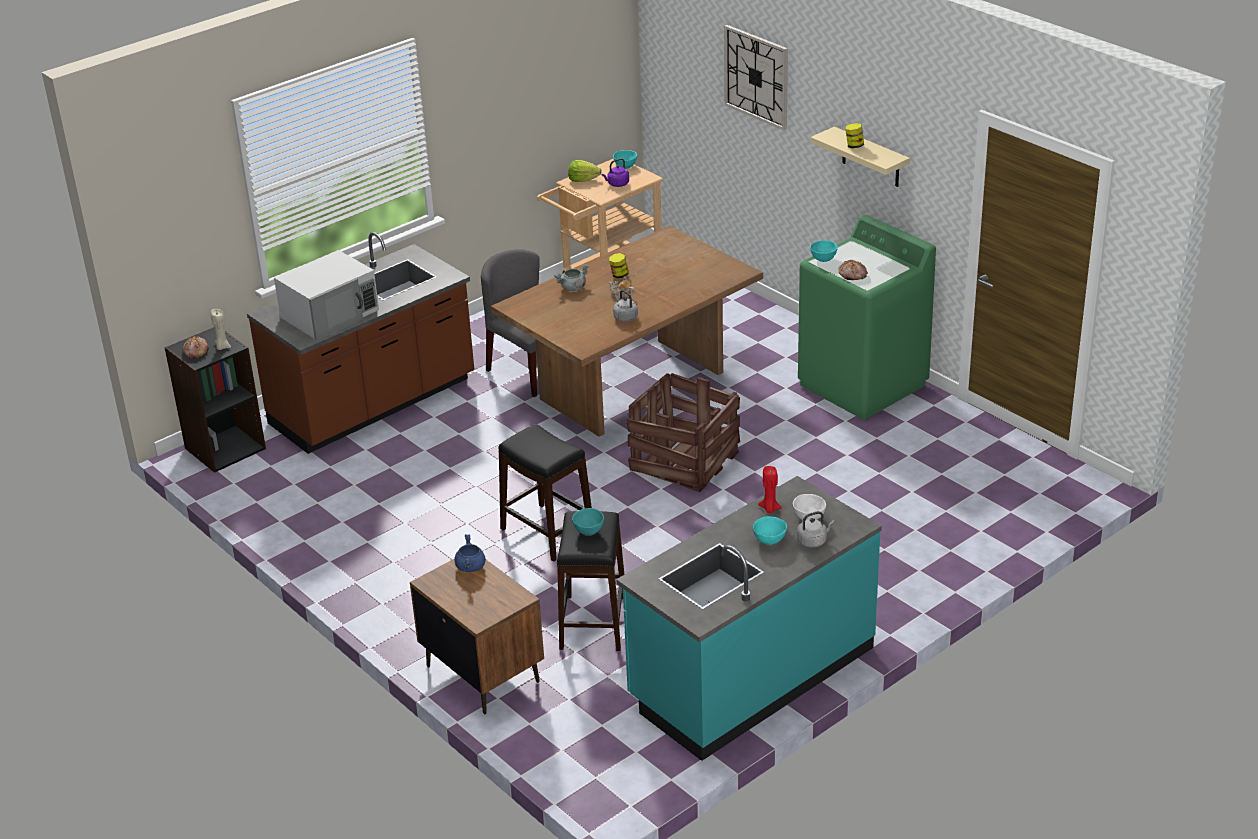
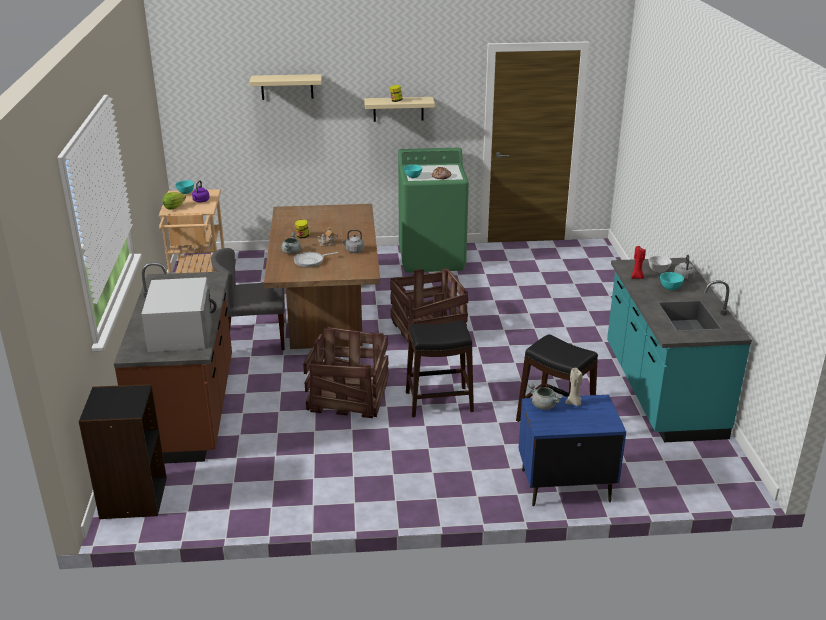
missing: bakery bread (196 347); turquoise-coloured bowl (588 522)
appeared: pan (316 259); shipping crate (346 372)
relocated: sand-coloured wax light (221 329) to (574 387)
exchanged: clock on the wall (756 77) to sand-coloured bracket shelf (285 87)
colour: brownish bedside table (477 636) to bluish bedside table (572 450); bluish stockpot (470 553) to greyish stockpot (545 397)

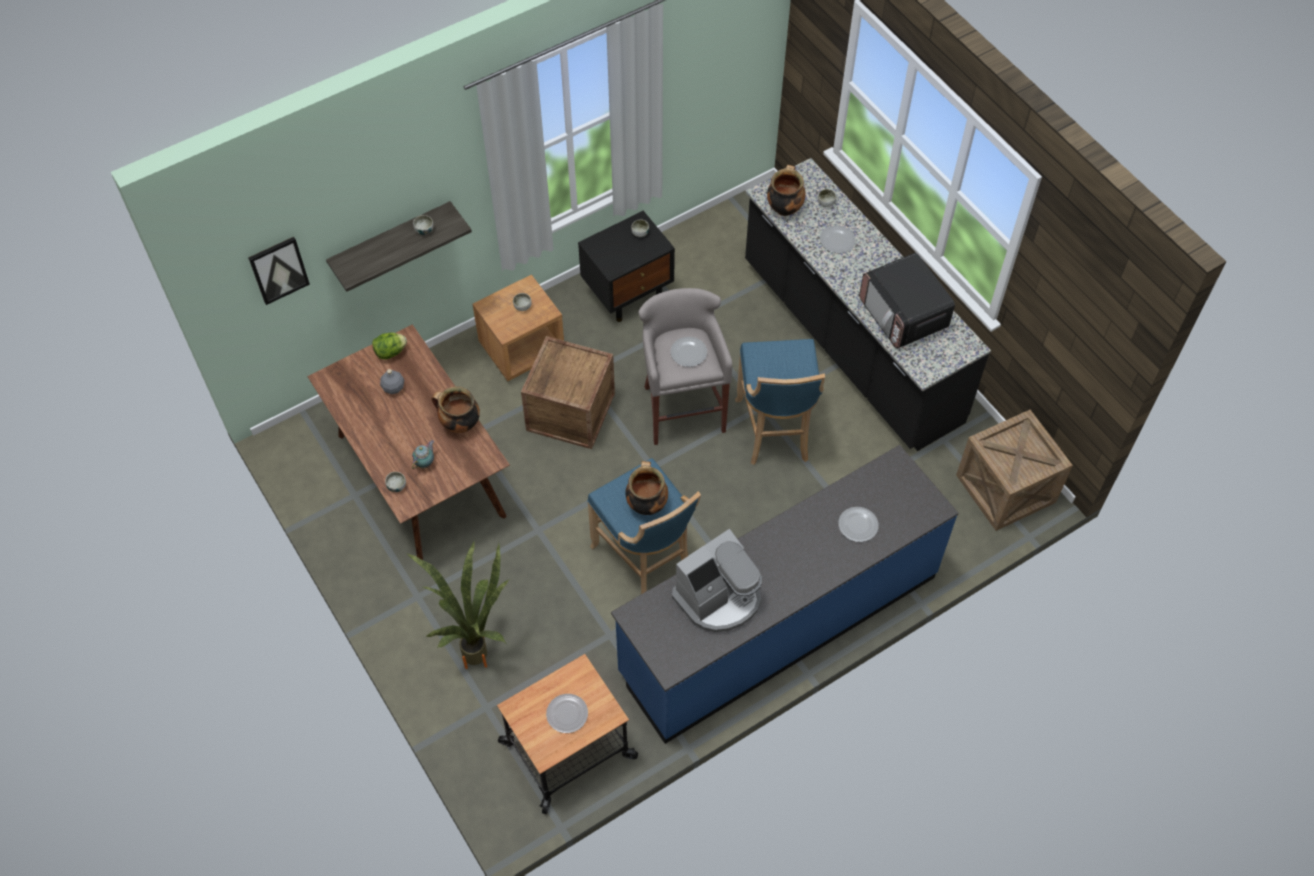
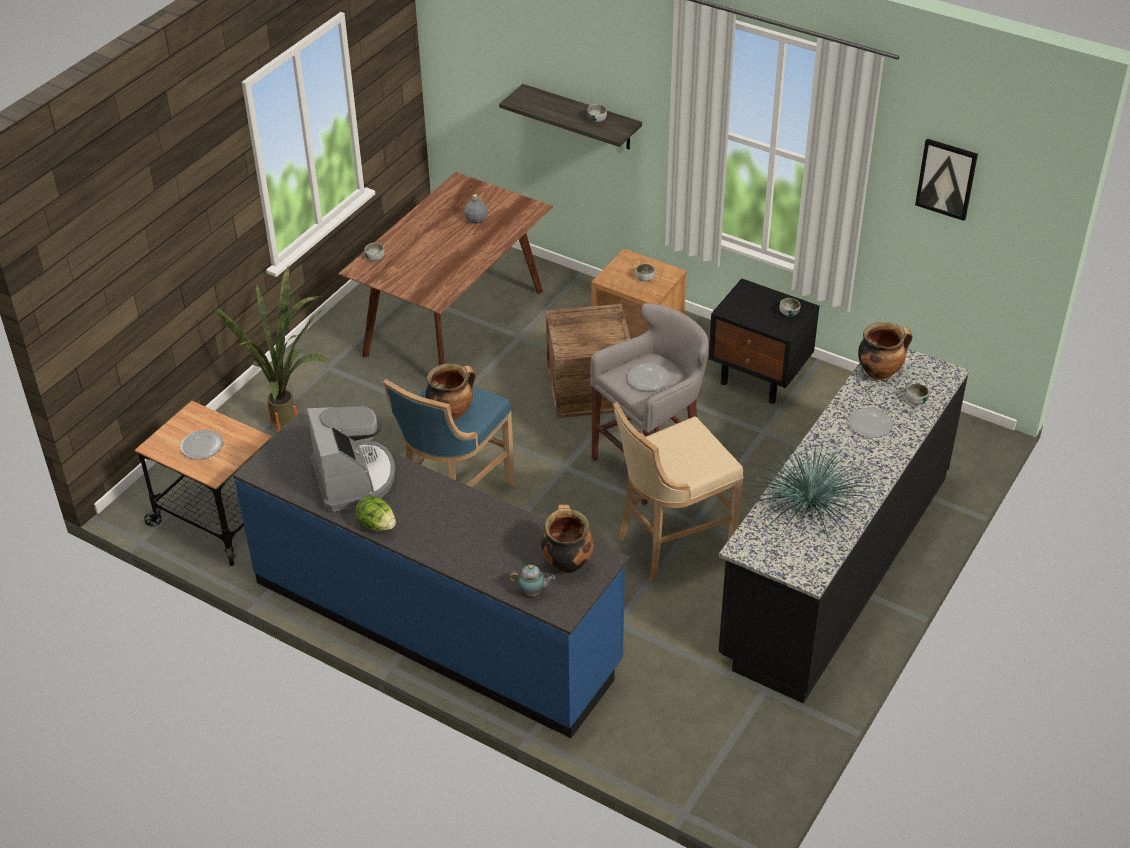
missing: flat dish (858 524); shipping crate (1014 470)
relocated: picture (279 271) to (946 180); lettuce (389 345) to (375 513); teapot (423 454) to (532 580); stockpot (456 409) to (567 538)
exchanged: microwave (907 300) to plant in a pot (811 492)
colour: bluish sitting stool (780 402) to sand-coloured sitting stool (678 491)
spun: coffee machine (717 580) = (351 459) 135 degrees counterclockwise

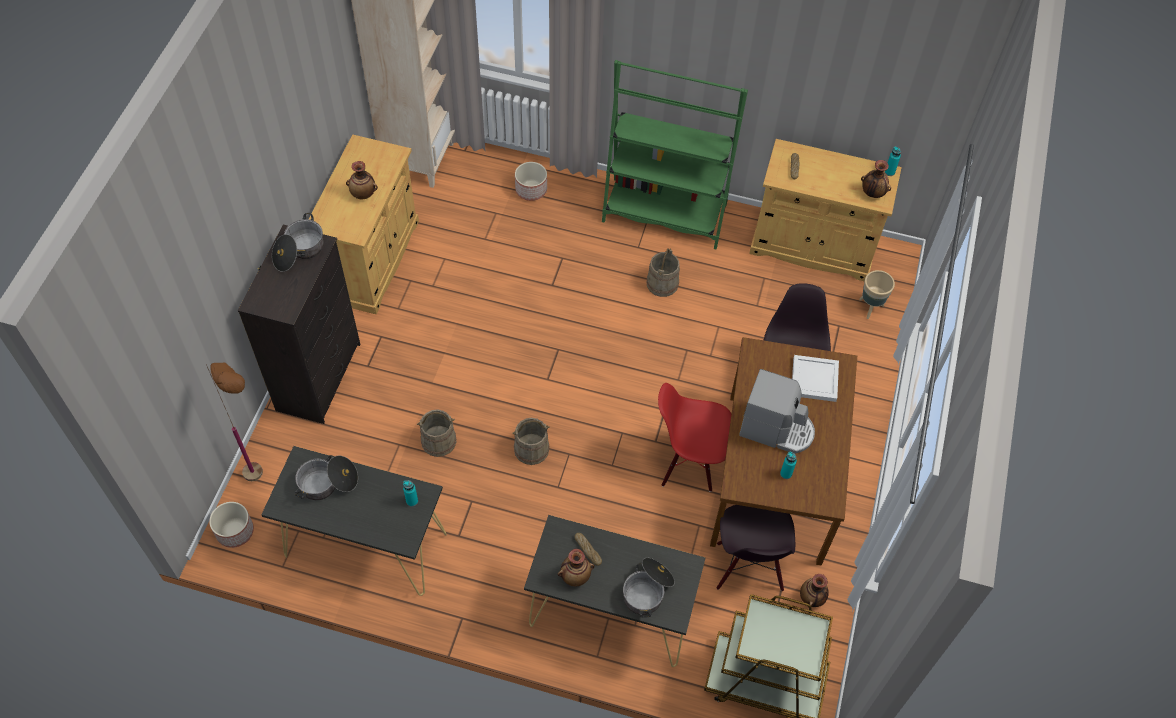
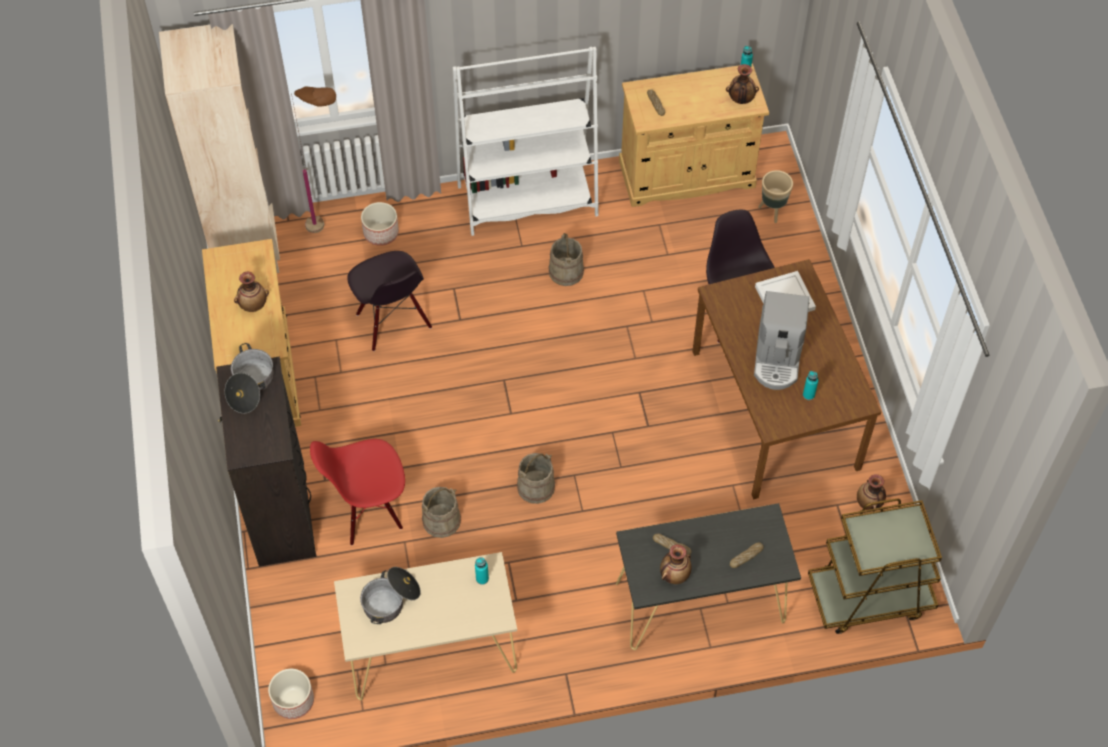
relocated: brownish standard lamp (235 421) to (313 159); red-coloured chair (694 437) to (357 492); black chair (755 548) to (389 301)
exchanged: stockpot (649 588) to bakery bread (747 555)
colour: black narrow table (354 521) to sand-coloured narrow table (425 626); greenish shelving unit (675 154) to white shelving unit (526 141)
spun: coffee machine (777 411) = (781 340) 105 degrees clockwise

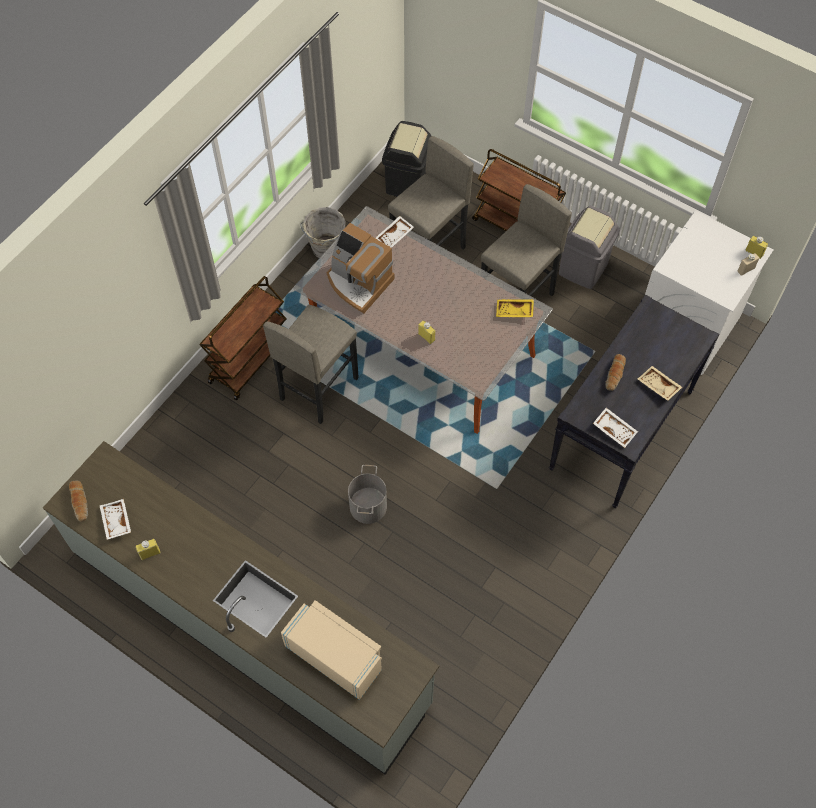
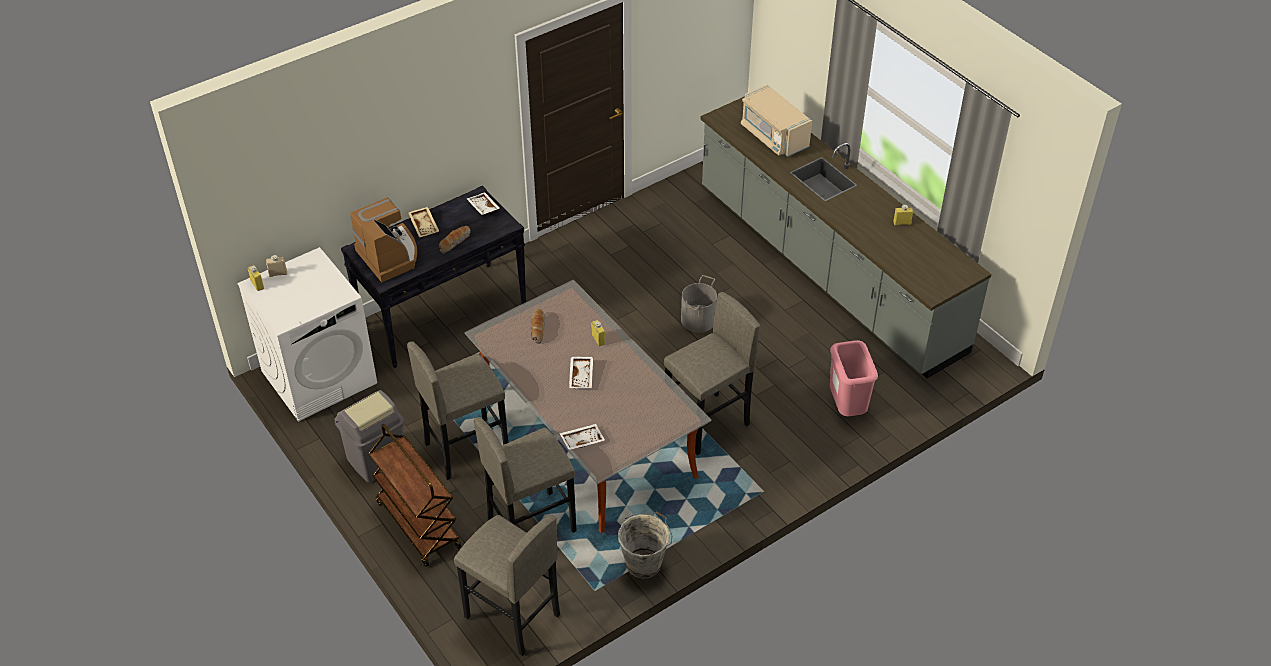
missing: brownish trolley (243 338); yellow serving tray (515 308)
appeared: pinkish waste bin (854 378)
relocated: bakery bread (78 501) to (538 326); white serving tray (115 519) to (581 373); coffee machine (361 268) to (383 240)
exchanged: black waste bin (406 159) to greyish sitting stool (507 585)

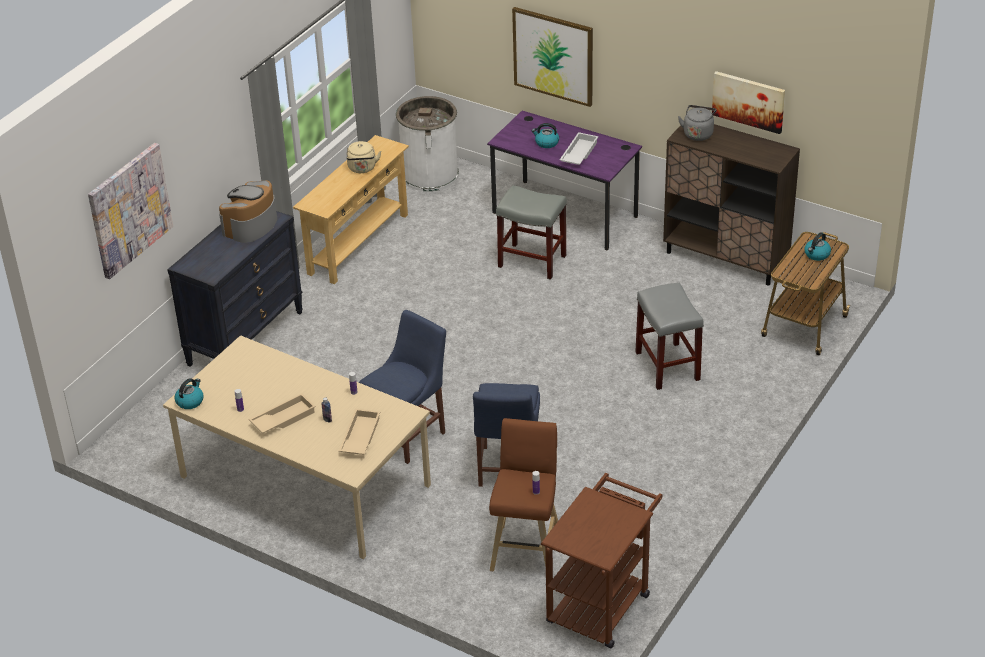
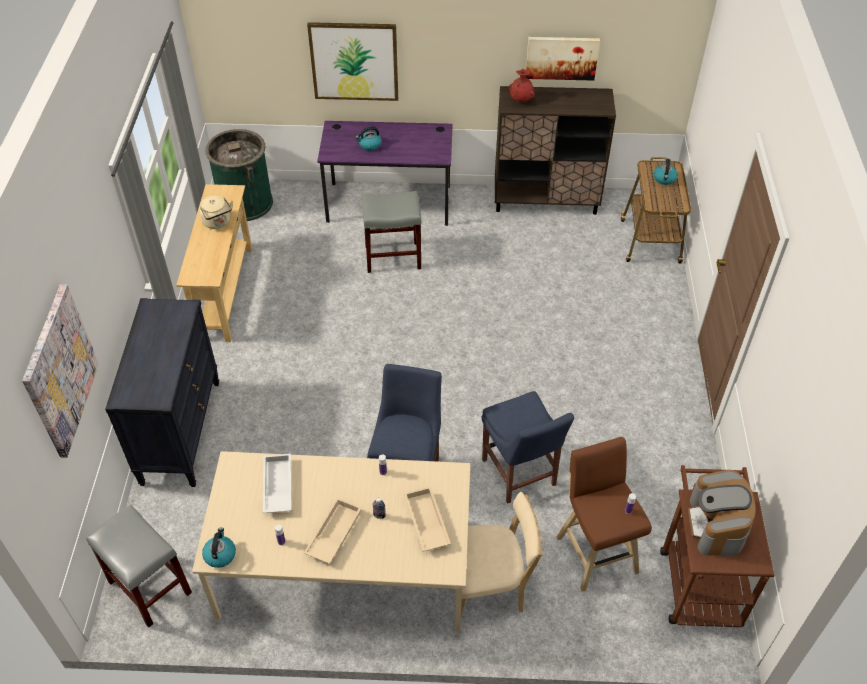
appeared: sand-coloured chair (499 554)
relocated: coffee machine (248 211) to (722 513); white serving tray (579 148) to (277 483); greyish sitting stool (669 336) to (139 566)
exchanged: greyish water kettle (697 123) to red-coloured decorative vase (522 85)
colour: white waste bin (427 143) to greenish waste bin (239 175)

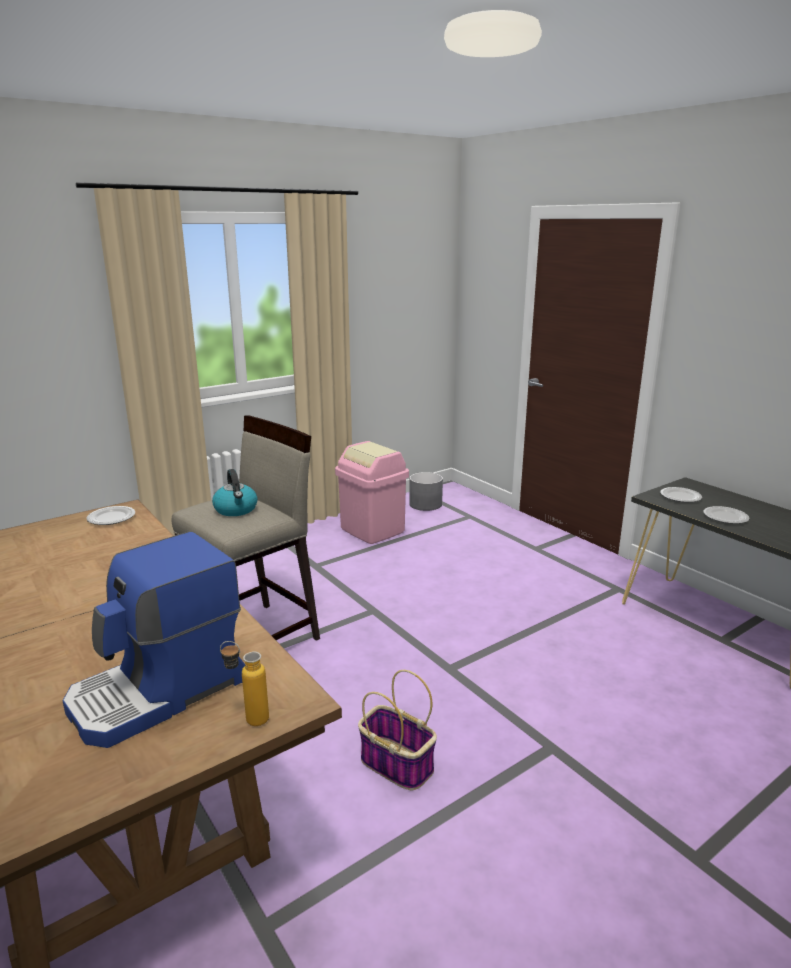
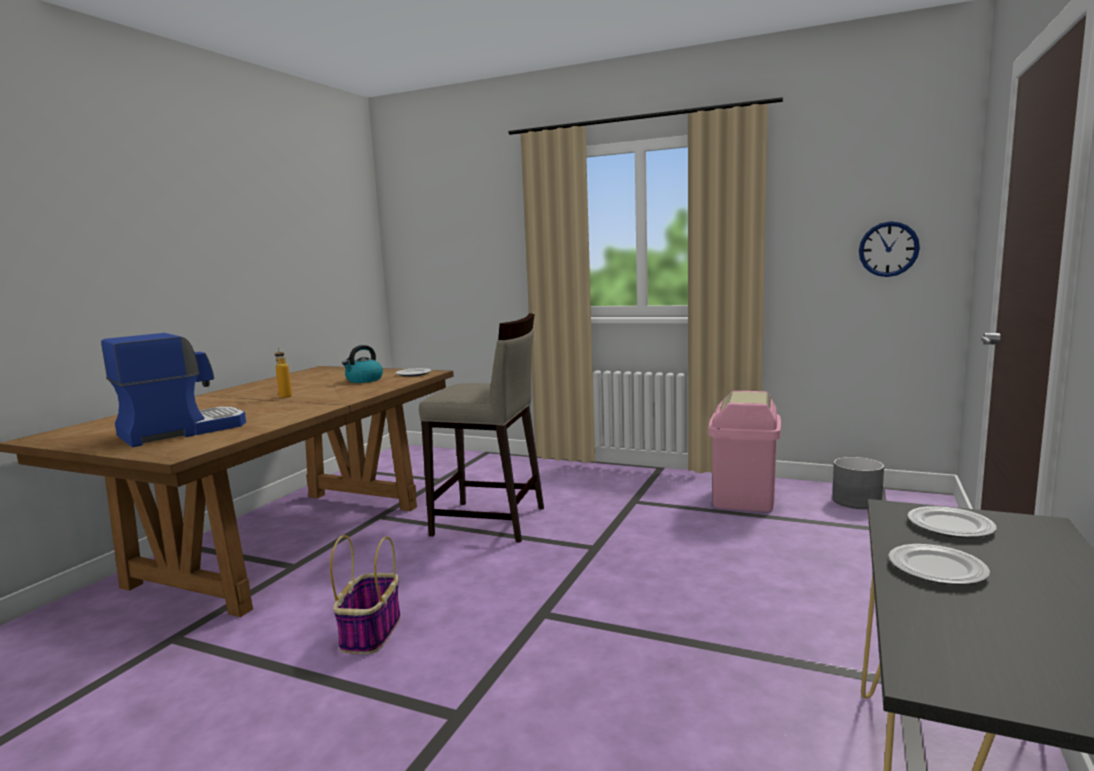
appeared: clock on the wall (889 249)
relocated: water kettle (235 492) to (362 364); beverage bottle (244 683) to (283 372)
spun: coffee machine (154 639) = (173 390) 120 degrees clockwise

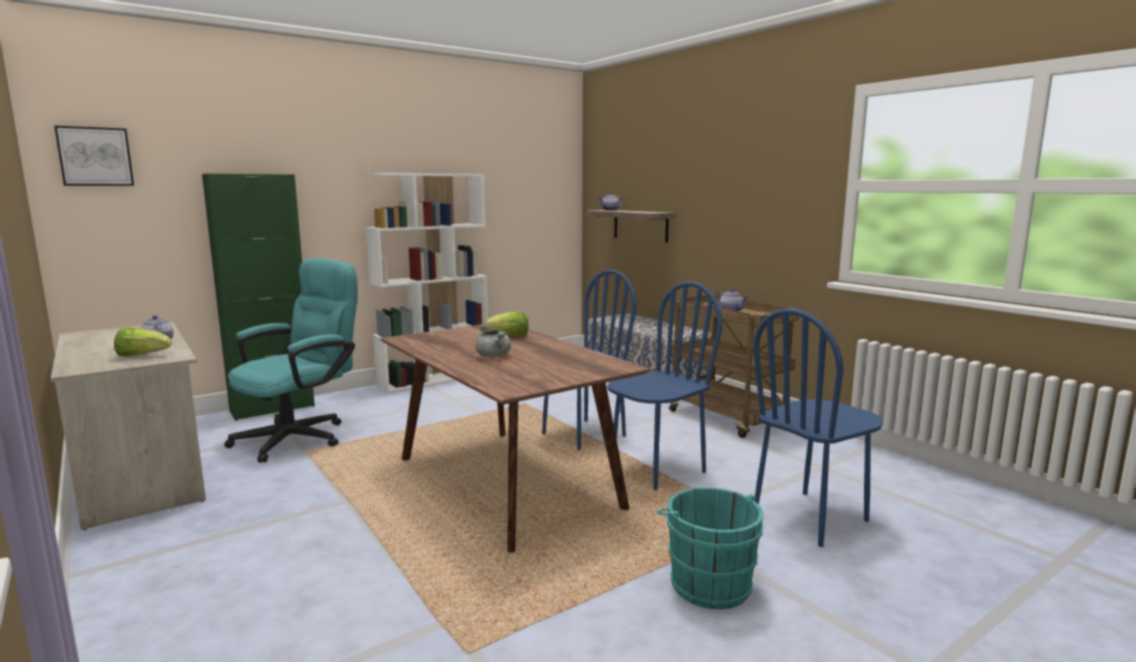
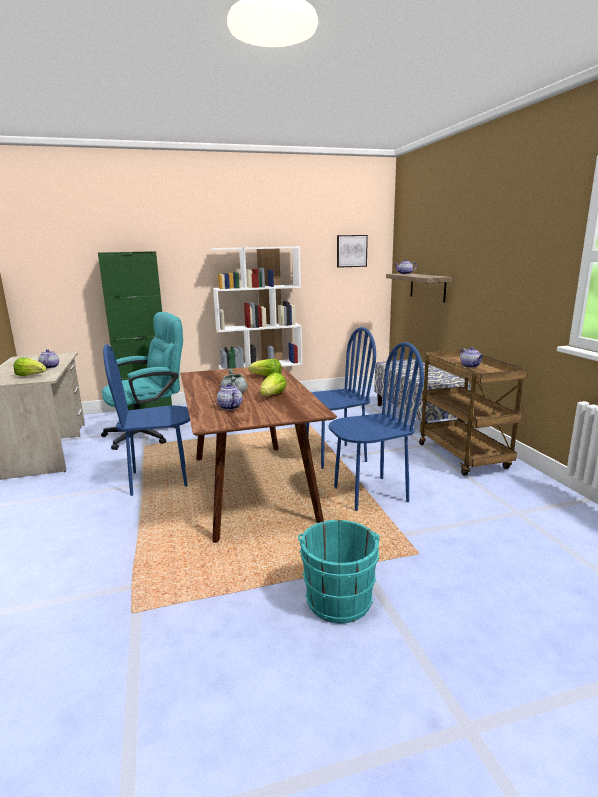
appeared: teapot (229 396); lettuce (273 384)
relocated: picture (94 156) to (352 251); bluish chair (818 427) to (146 420)

